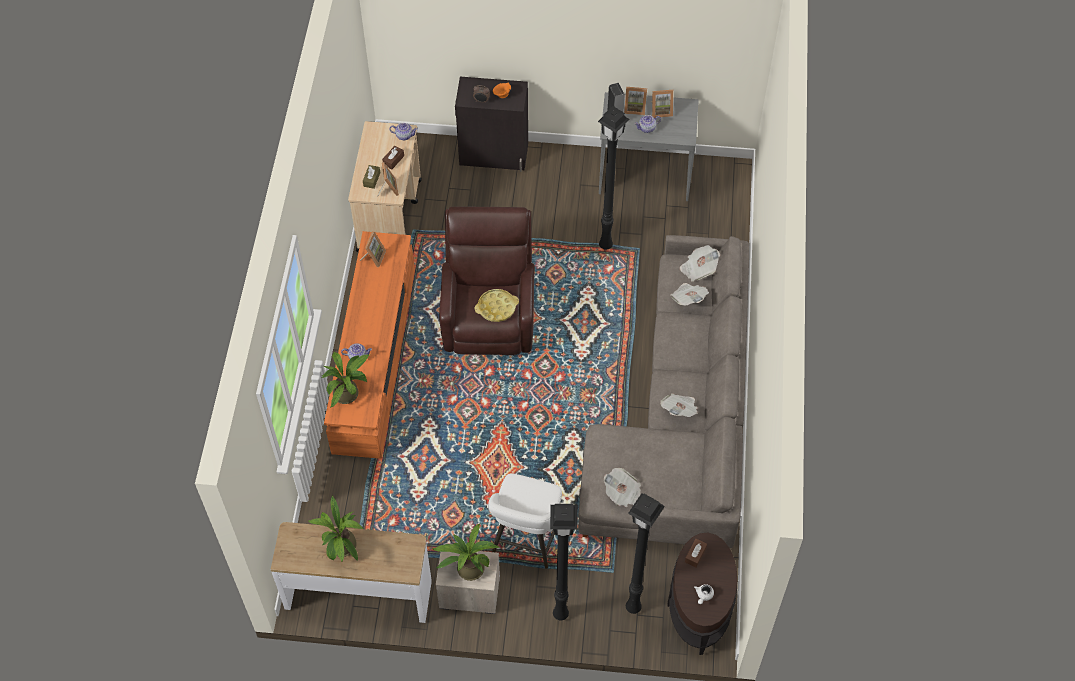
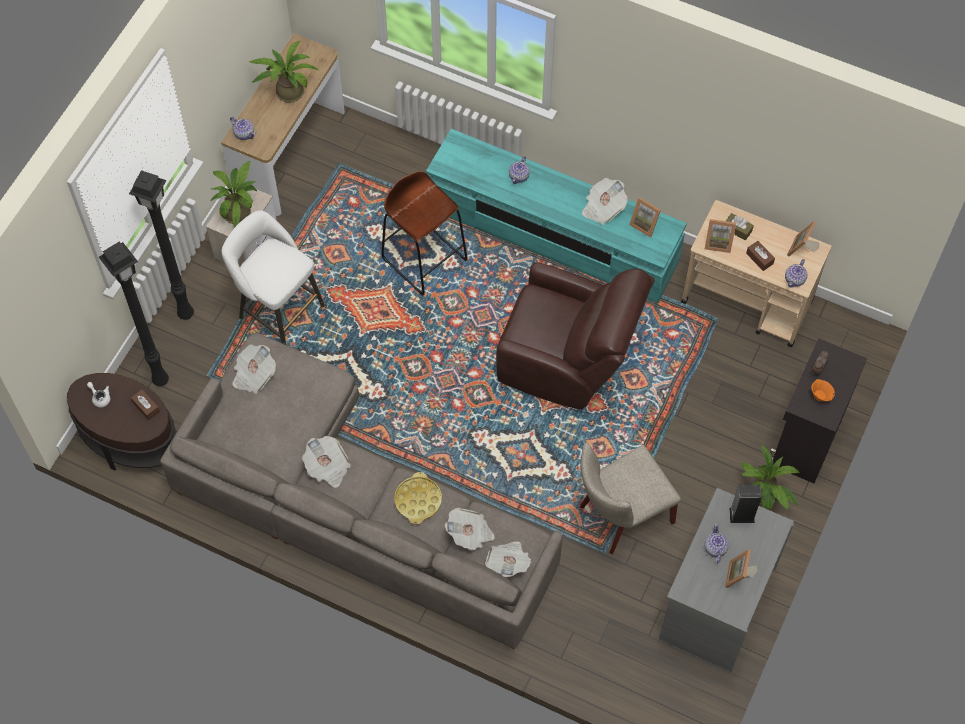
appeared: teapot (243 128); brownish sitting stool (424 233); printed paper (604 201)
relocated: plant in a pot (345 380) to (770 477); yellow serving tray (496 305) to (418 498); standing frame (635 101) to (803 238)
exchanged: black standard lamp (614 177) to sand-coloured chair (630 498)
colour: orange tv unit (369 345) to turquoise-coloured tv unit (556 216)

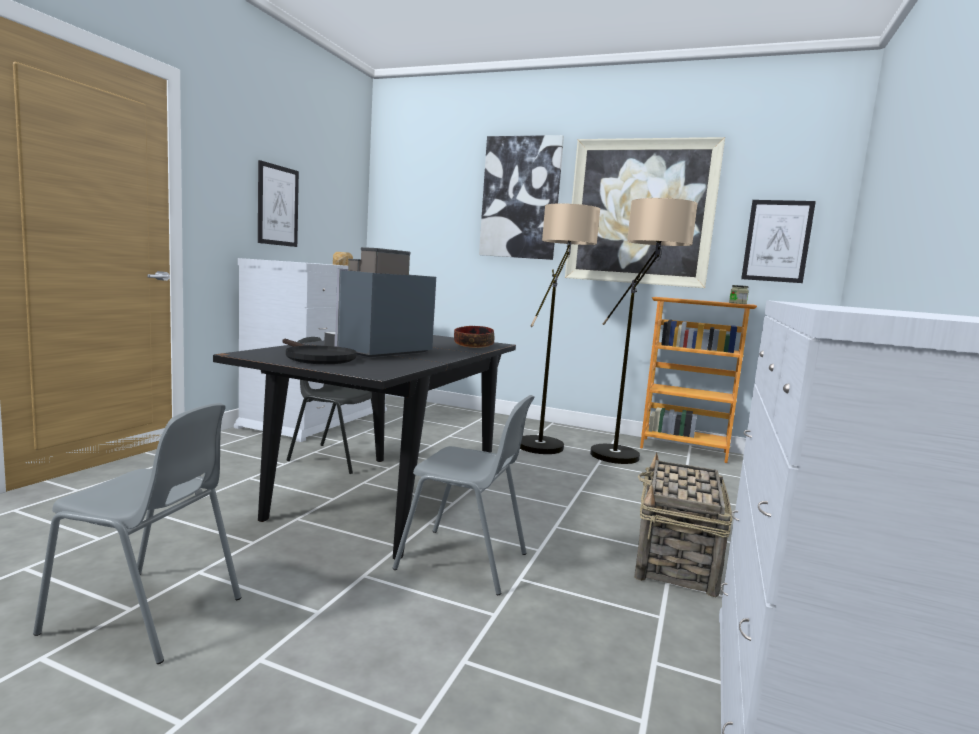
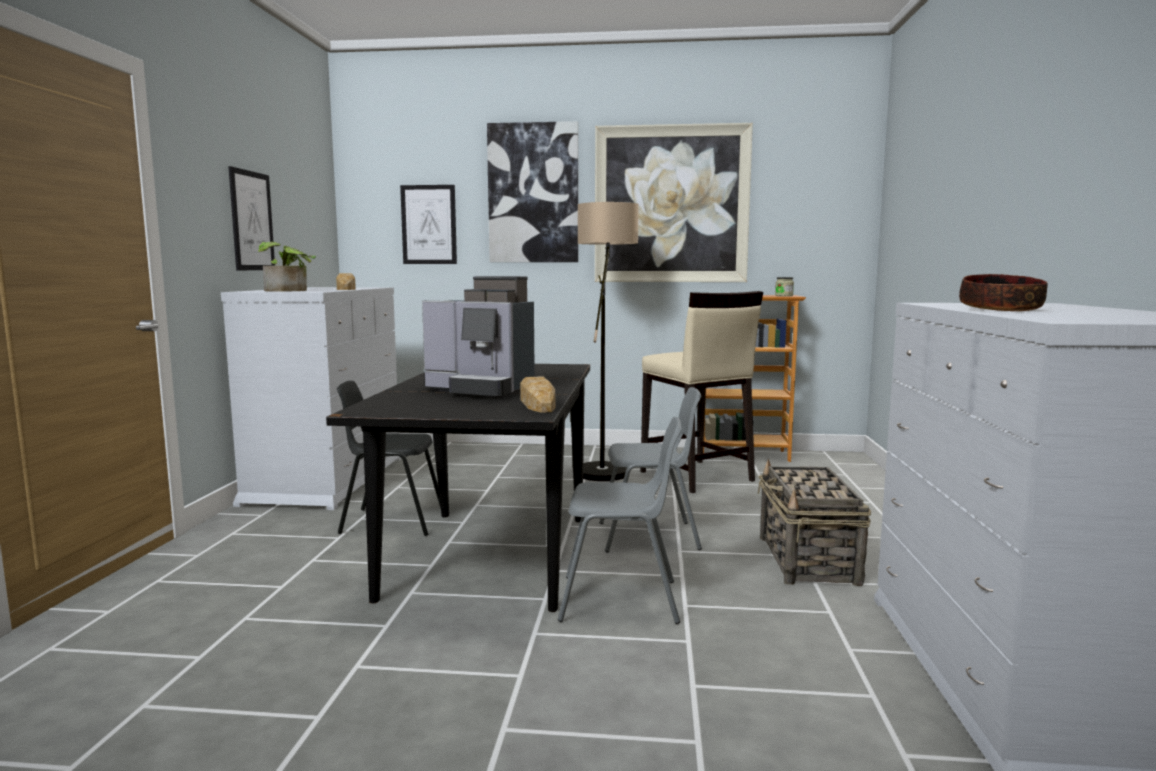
missing: black pan (319 351)
appeared: plant in a pot (287 267); bakery bread (537 394)
relocated: greyish chair (137 533) to (650 470); bowl (474 337) to (1003 292); picture (778 241) to (428 224)
exchanged: standard lamp (644 331) to sand-coloured sitting stool (701 392)
spun: coffee machine (380 302) = (478 337) 90 degrees counterclockwise

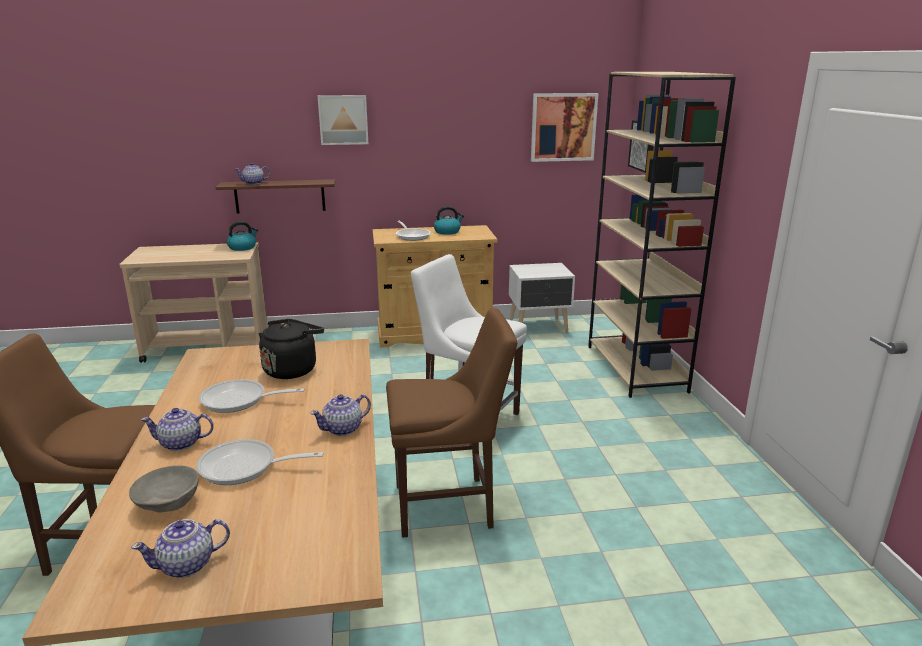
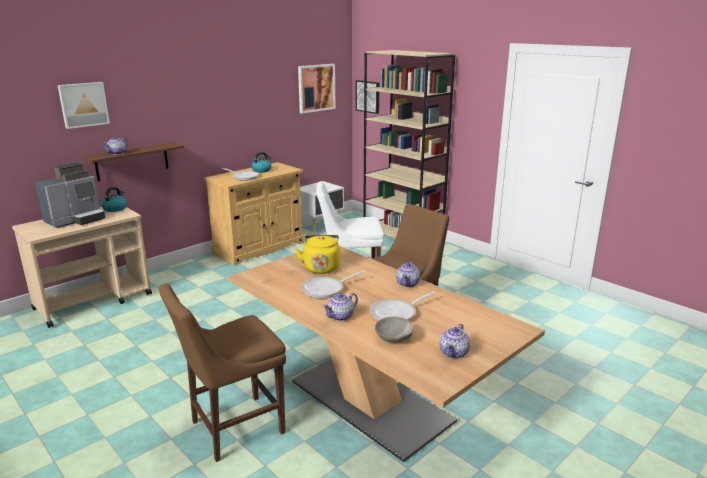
appeared: coffee machine (70 195)
relocated: picture (343 120) to (84 105)
colour: black water kettle (291 349) to yellow water kettle (317 254)

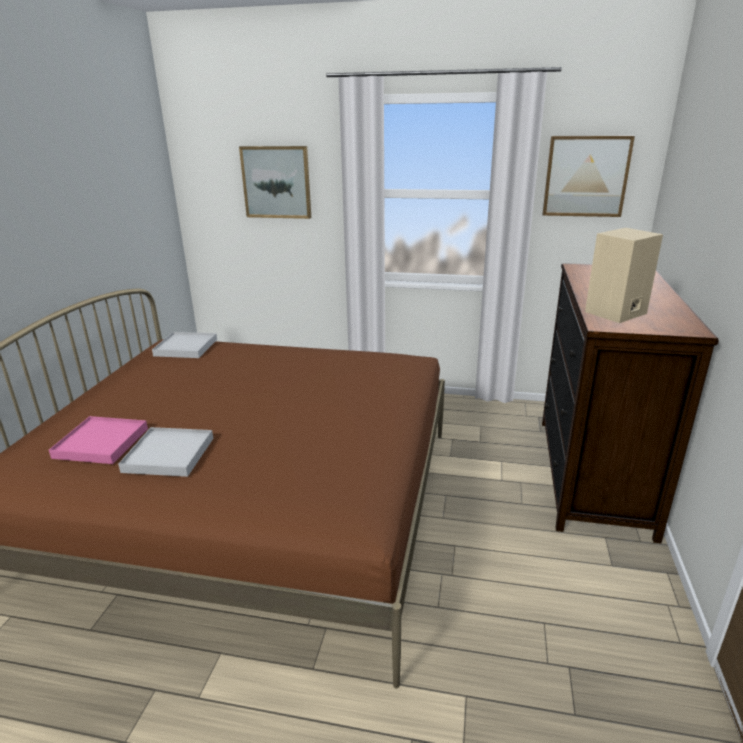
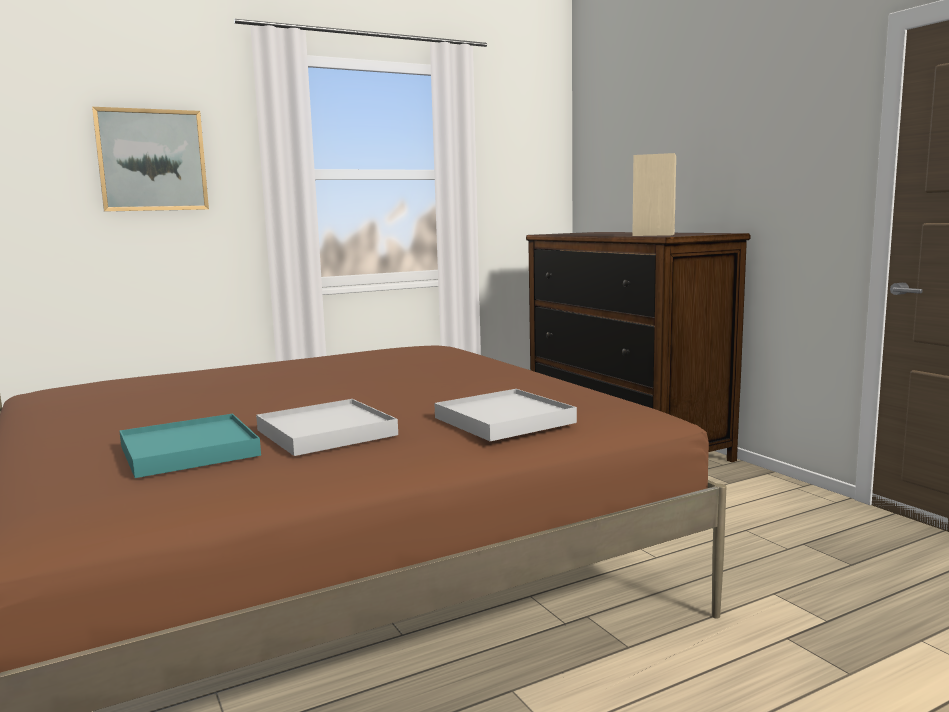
missing: picture (588 176)
relocated: white serving tray (184 345) to (505 415)
colour: pinkish serving tray (98 440) to turquoise-coloured serving tray (190 446)

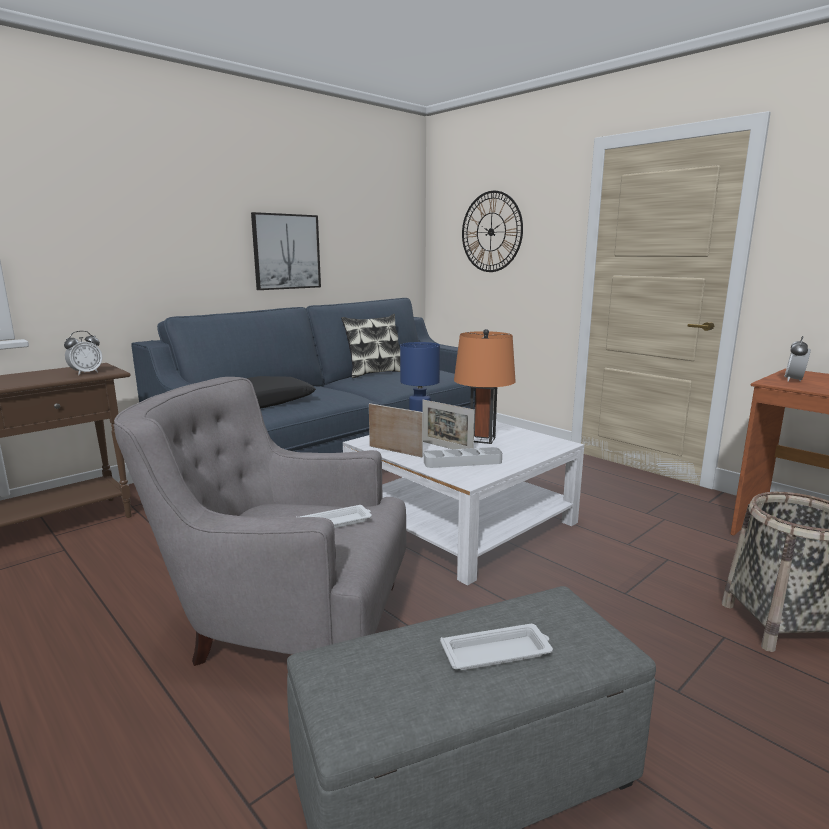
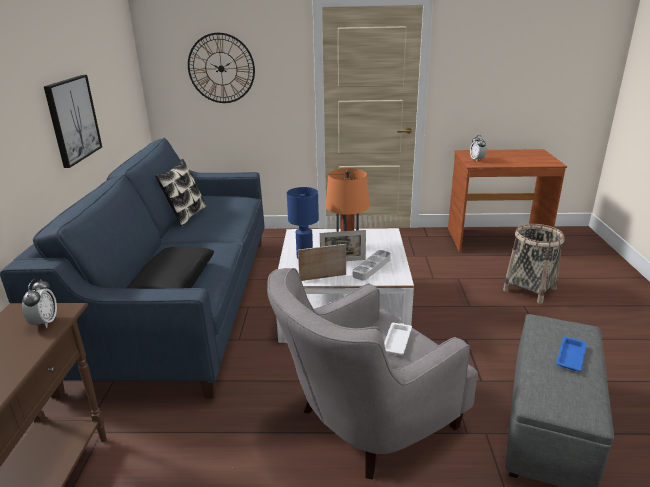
colour: white serving tray (496 647) to bluish serving tray (571 353)

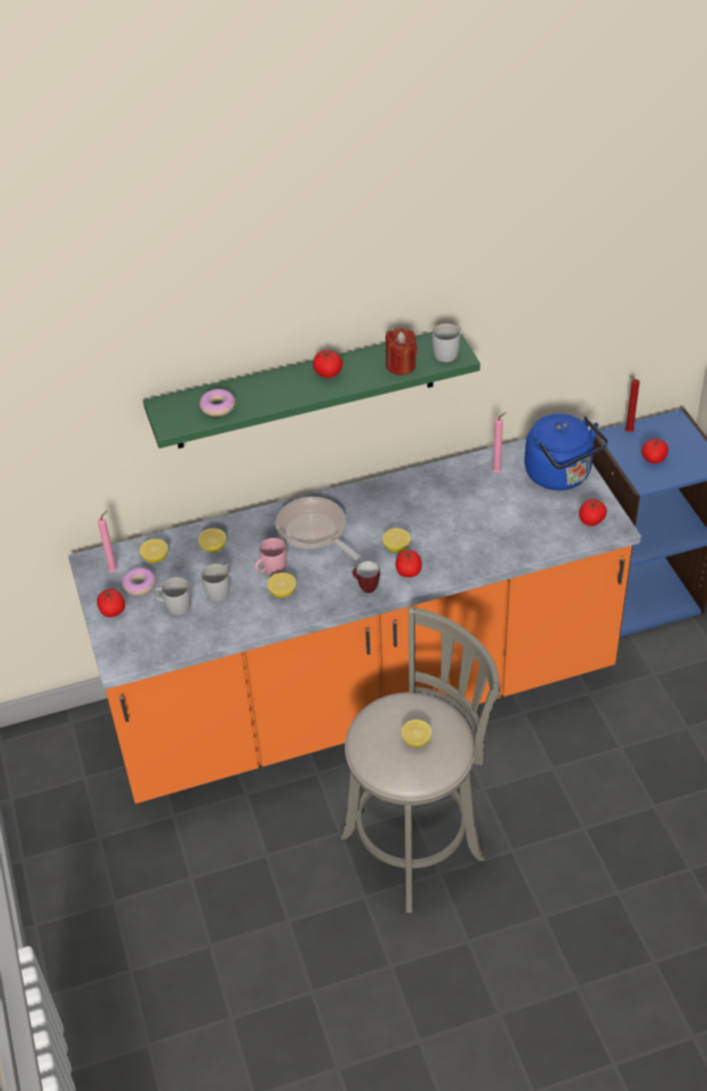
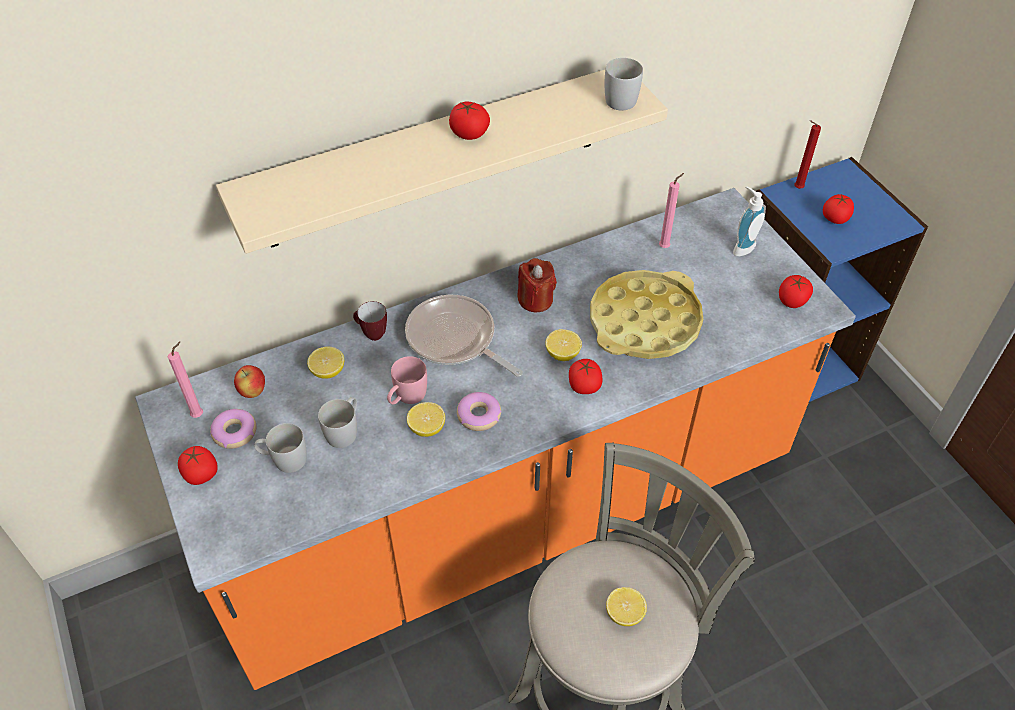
appeared: yellow serving tray (646 314)
relocated: donut (217 402) to (479 411); tea mug (366 577) to (370 321); red-coloured wax light (401 351) to (537 285)
exchanged: whole lemon (154 551) to whole apple (249 381); bluish water kettle (566 452) to soap dispenser (749 221)
colour: greenish bracket shelf (311 390) to sand-coloured bracket shelf (442 162)

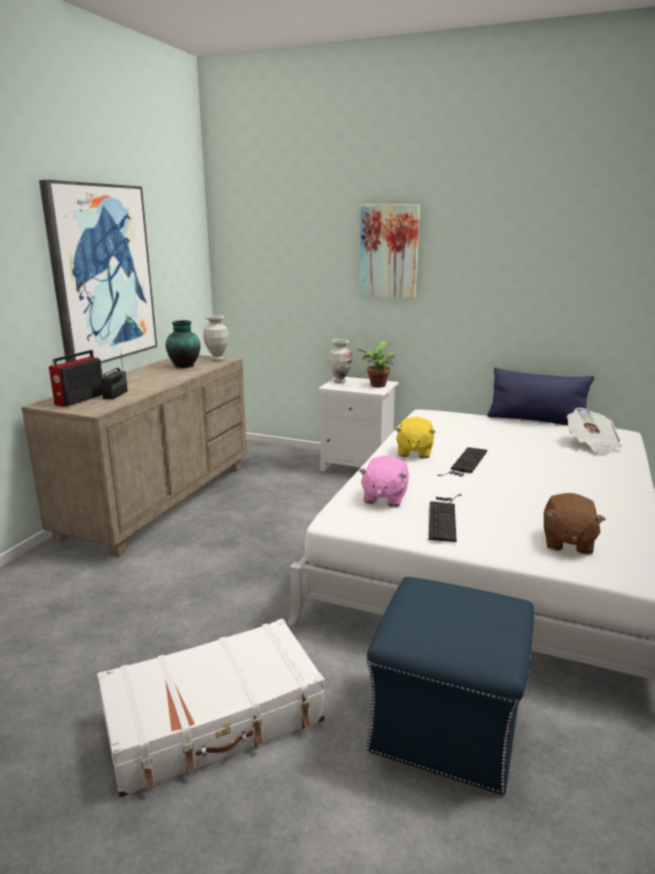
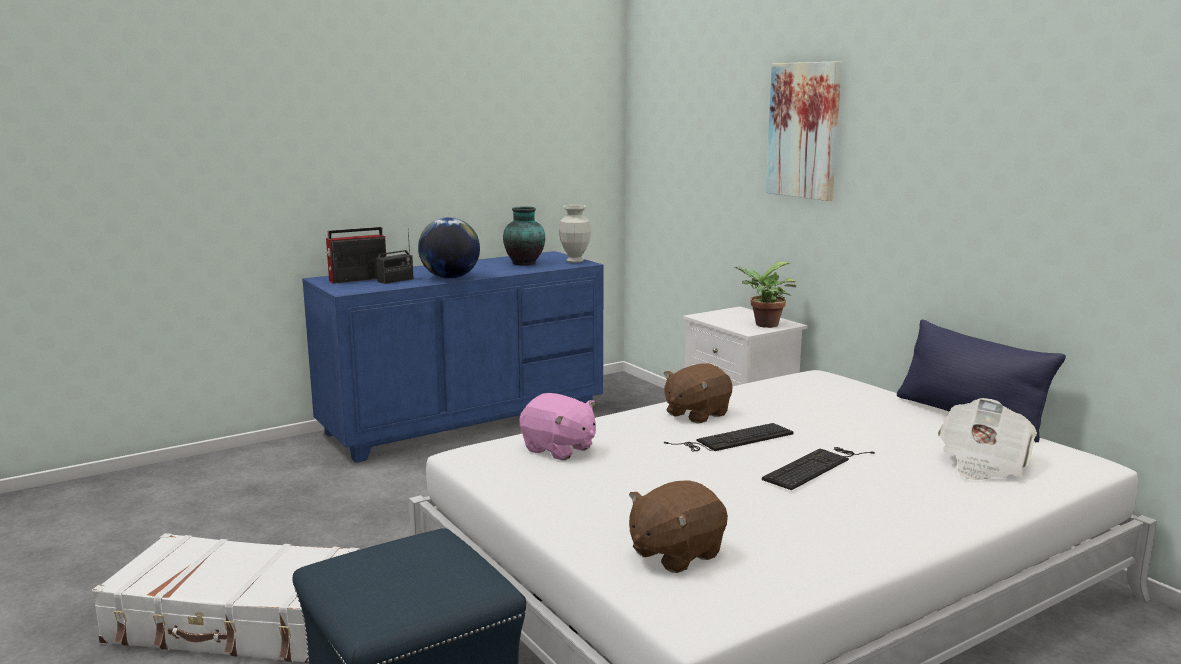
missing: picture (98 272); decorative vase (340 361)
appeared: world globe (449 248)
relocated: PC keyboard (445 518) to (818 468)
colour: sand-coloured drawer chest (134 456) to bluish drawer chest (453 357); yellow soft toy (415 437) to brownish soft toy (698 393)
spun: pinkish soft toy (384 481) = (557 426) 105 degrees counterclockwise

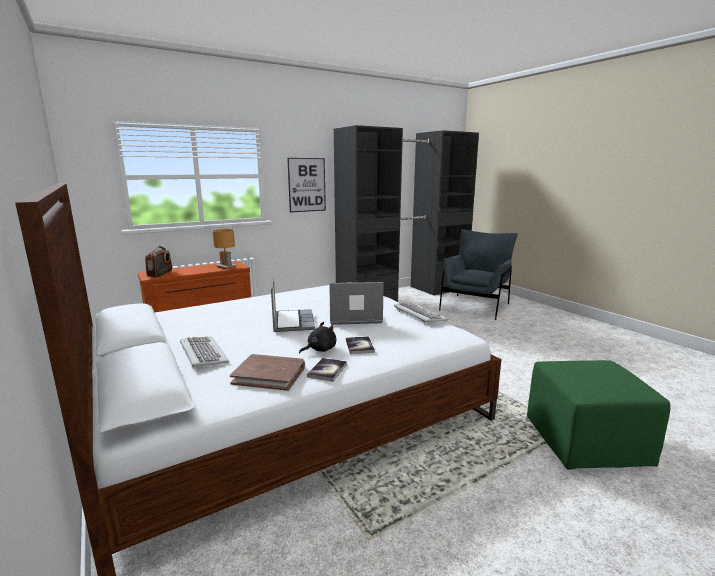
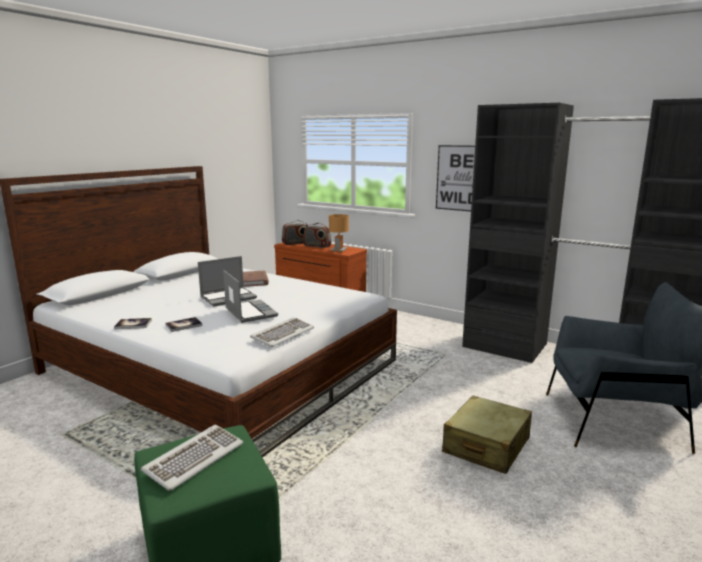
missing: black soft toy (317 338)
appeared: radio receiver (317 235); sand-coloured suitcase (487 434)
relocated: PC keyboard (204 352) to (192 457); brownish book (267 372) to (256 279)

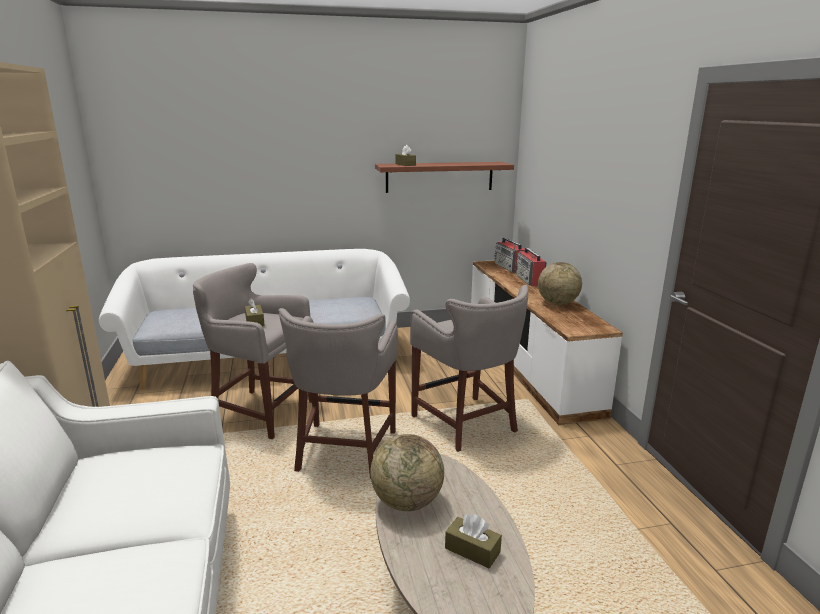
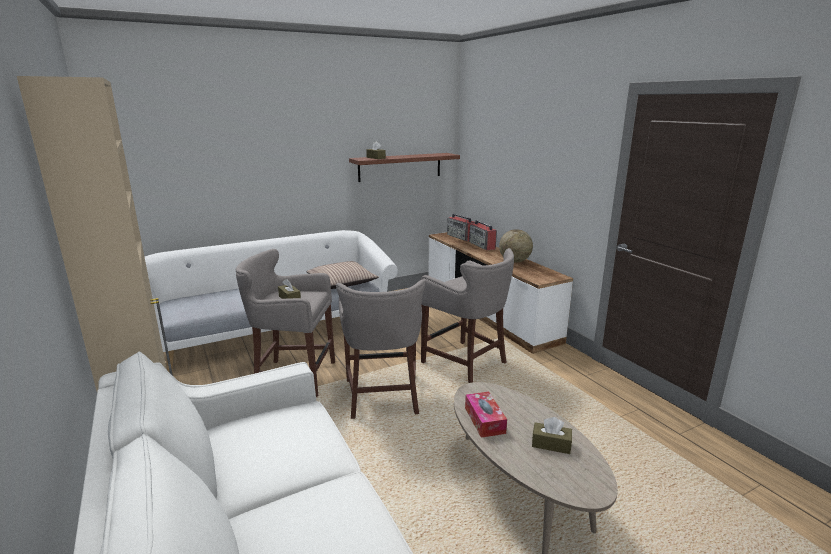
appeared: pillow (342 275)
exchanged: world globe (407 472) to tissue holder (486 415)

